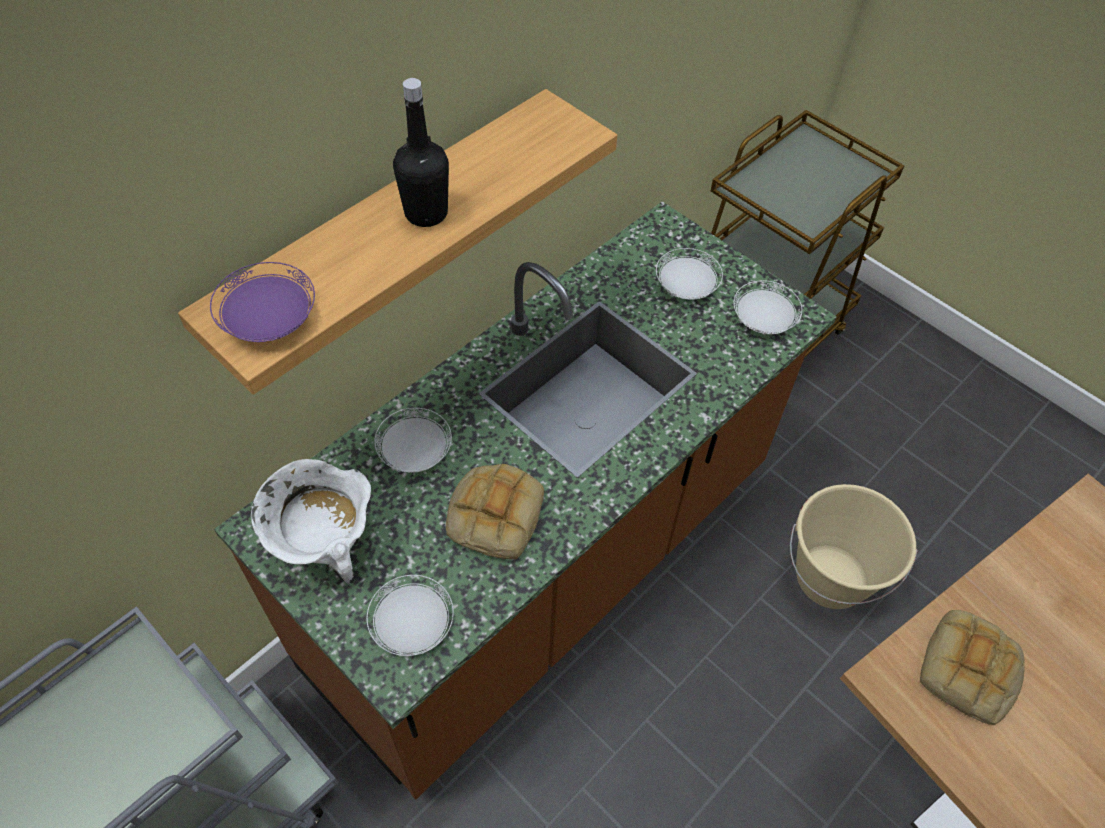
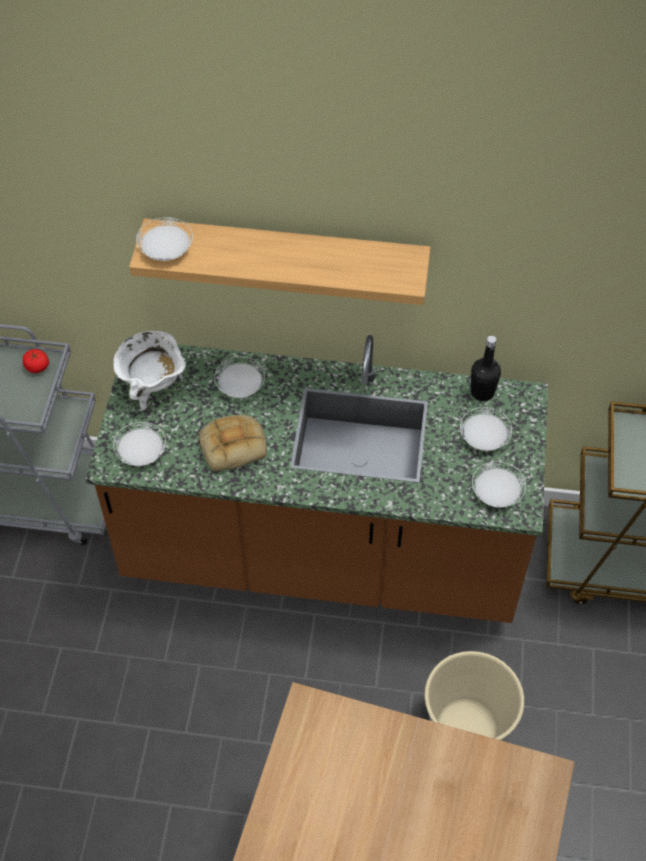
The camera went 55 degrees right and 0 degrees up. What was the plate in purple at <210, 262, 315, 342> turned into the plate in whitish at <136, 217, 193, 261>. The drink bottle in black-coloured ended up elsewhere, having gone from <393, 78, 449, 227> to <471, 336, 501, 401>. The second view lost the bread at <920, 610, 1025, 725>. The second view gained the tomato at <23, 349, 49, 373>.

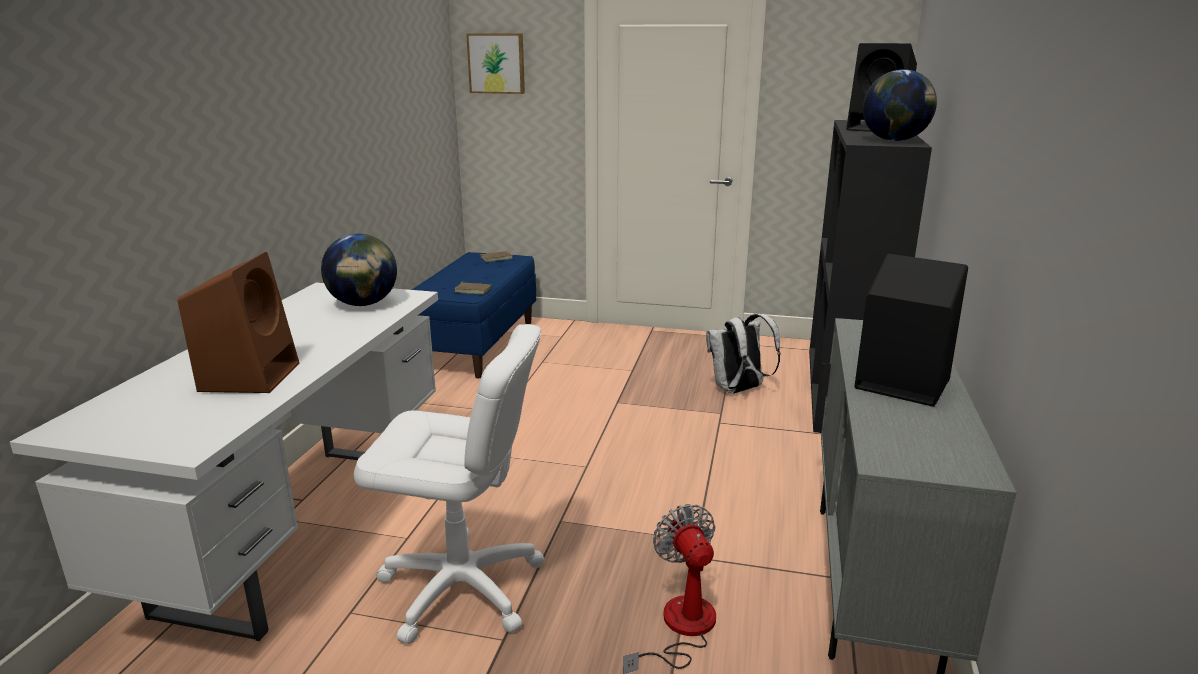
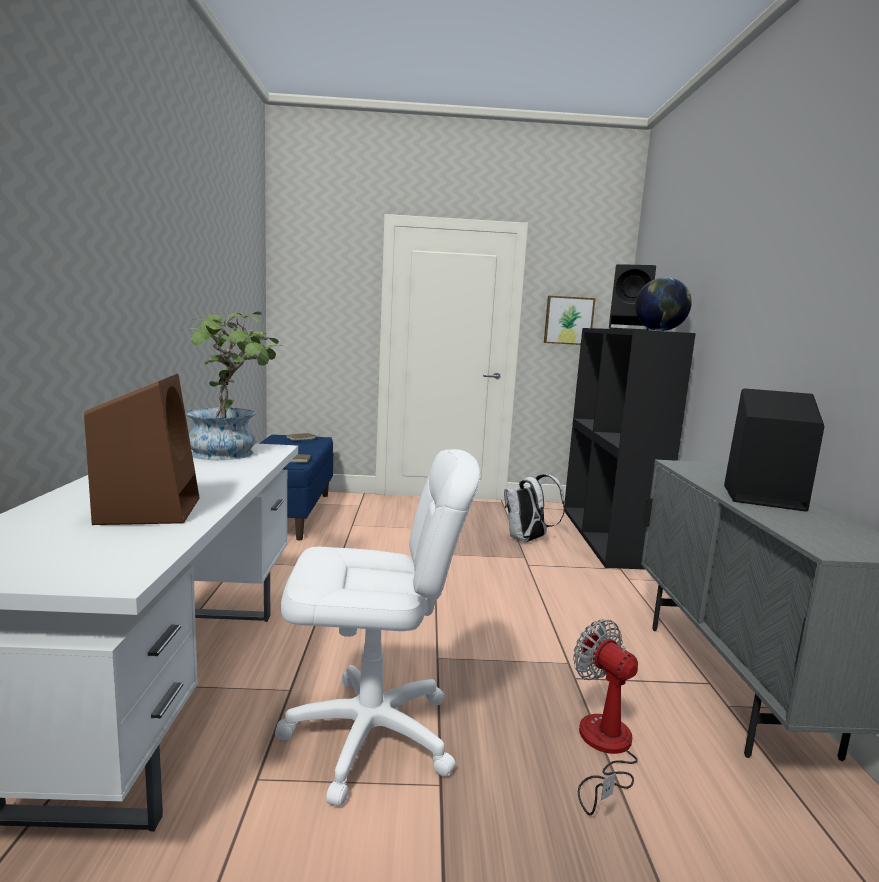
The camera went 15 degrees left and 10 degrees down. Where the world globe stood at <321, 234, 397, 306>, the houseplant came to stand at <182, 312, 282, 460>. The picture ended up elsewhere, having gone from <466, 33, 525, 94> to <544, 296, 595, 345>.

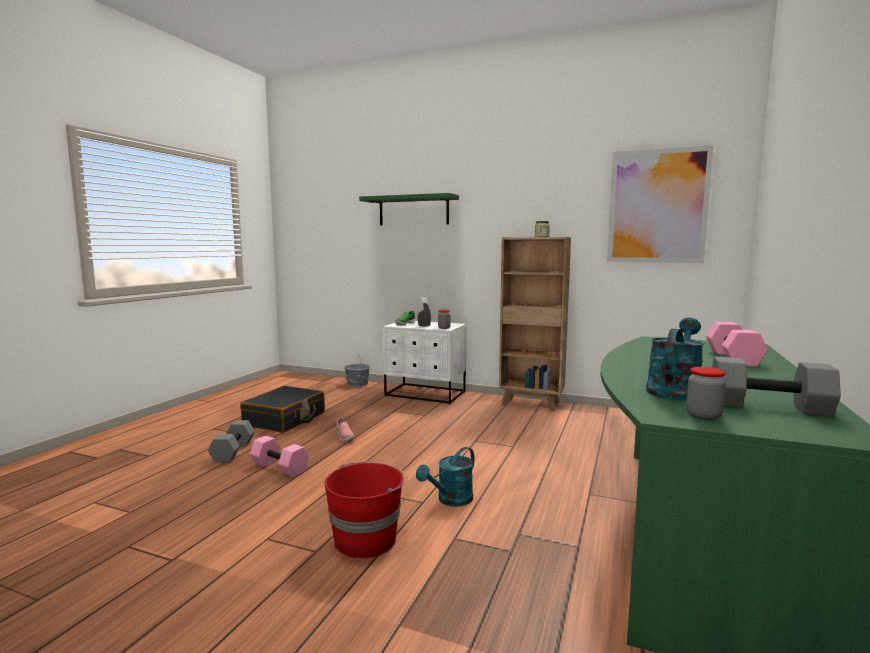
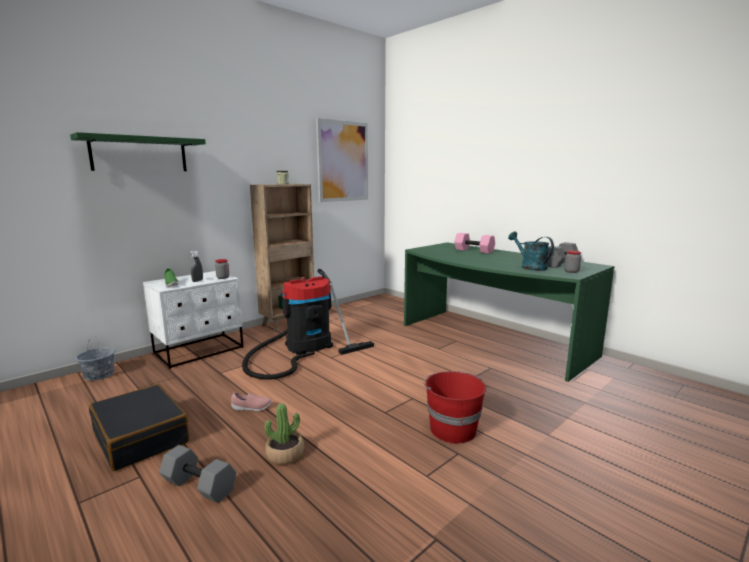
The camera went 65 degrees left and 5 degrees up. Where the hand weight in pink-coloured stood at <250, 436, 309, 477>, the houseplant came to stand at <265, 403, 304, 465>. The second view lost the watering can in turquoise-coloured at <416, 447, 475, 506>. The second view gained the vacuum cleaner at <242, 269, 374, 380>.

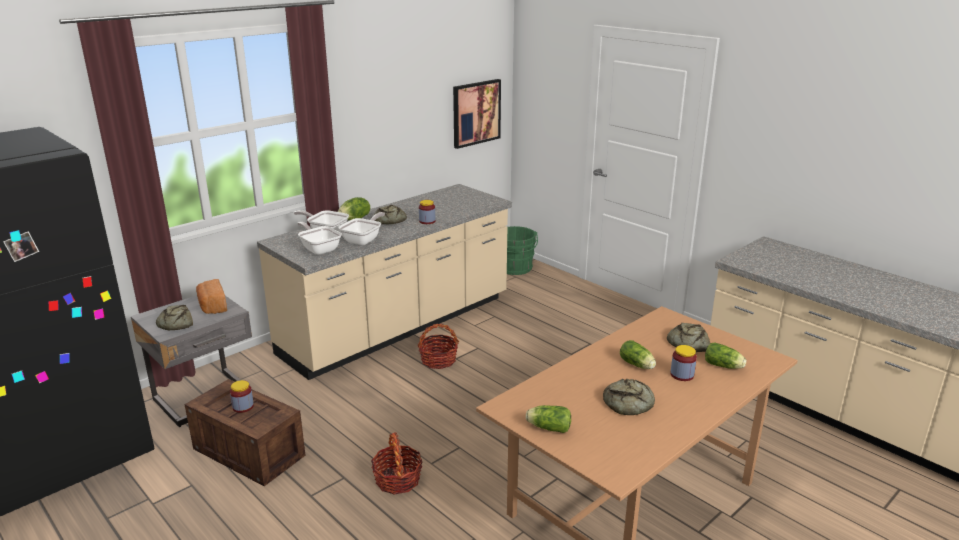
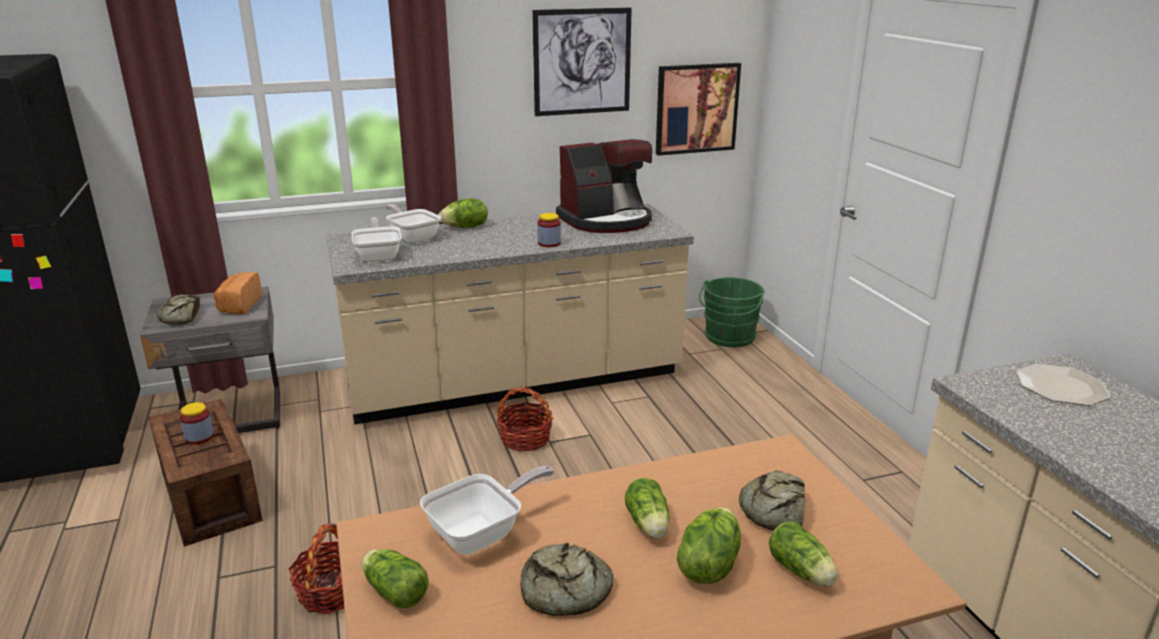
The camera went 25 degrees right and 0 degrees up. The frying pan ended up elsewhere, having gone from <338, 212, 385, 246> to <420, 466, 554, 555>. The second view lost the bread at <374, 205, 407, 224>. Where the jar stood at <670, 345, 697, 381>, the head of lettuce came to stand at <677, 507, 741, 584>. The second view gained the picture at <532, 7, 632, 116>. The second view gained the coffee brewer at <556, 139, 652, 233>. The second view gained the plate at <1016, 364, 1111, 406>.

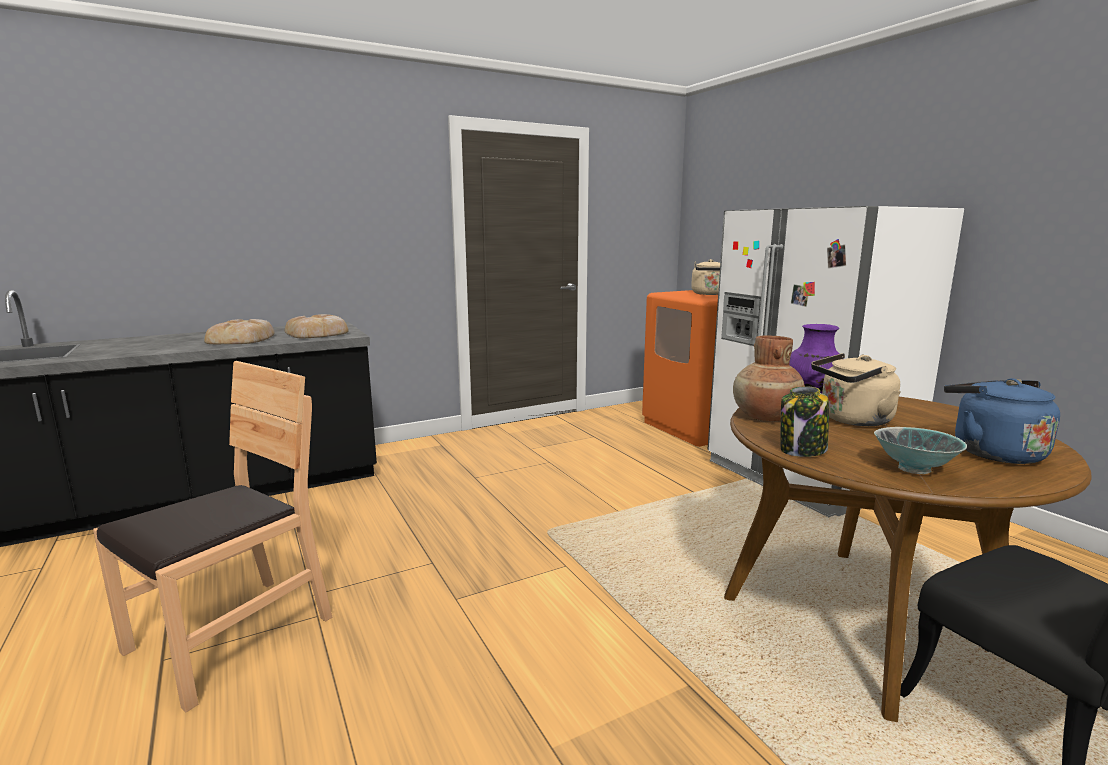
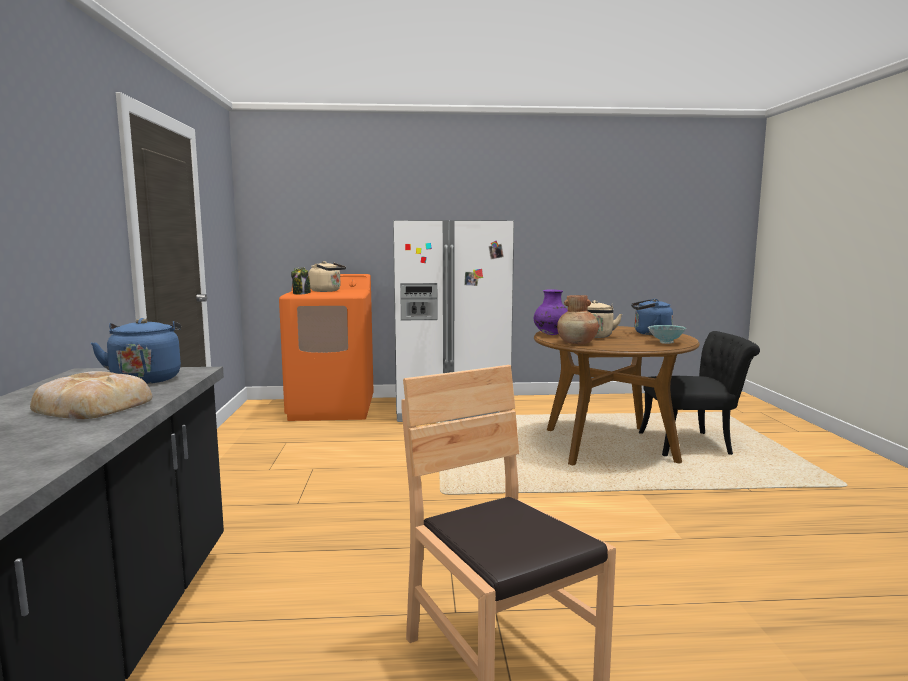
The camera went 65 degrees left and 5 degrees down. Where the bread stood at <285, 314, 349, 338>, the water kettle in bluish came to stand at <91, 318, 181, 384>. The jar ended up elsewhere, having gone from <781, 386, 829, 457> to <291, 267, 311, 295>.

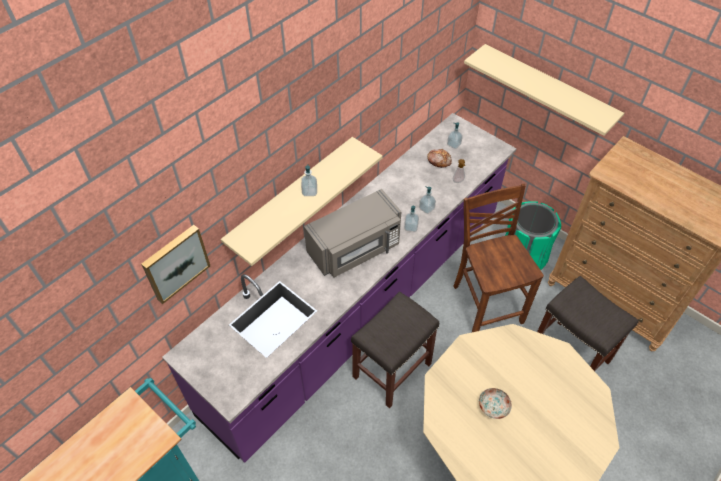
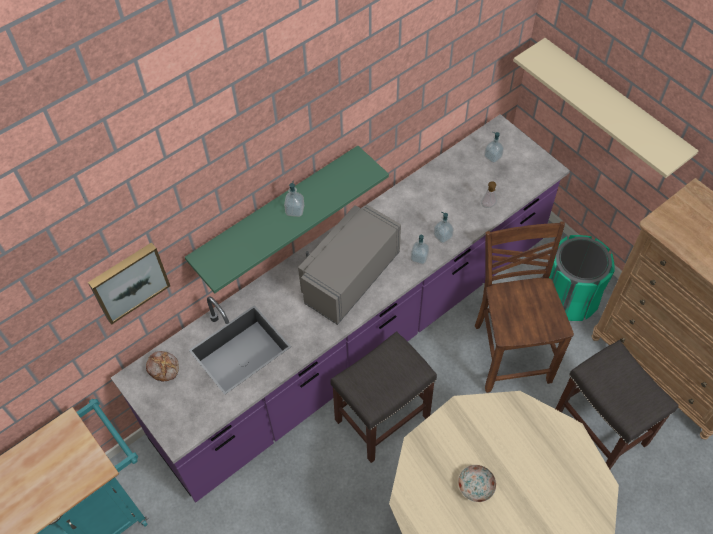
The camera went 10 degrees right and 5 degrees up. What was the bracket shelf in beige at <221, 137, 383, 266> turned into the bracket shelf in green at <185, 146, 389, 293>. The microwave in greyish at <304, 189, 401, 278> ended up facing another way, 150 degrees clockwise from before. The bread ended up elsewhere, having gone from <427, 149, 452, 168> to <146, 351, 179, 382>.

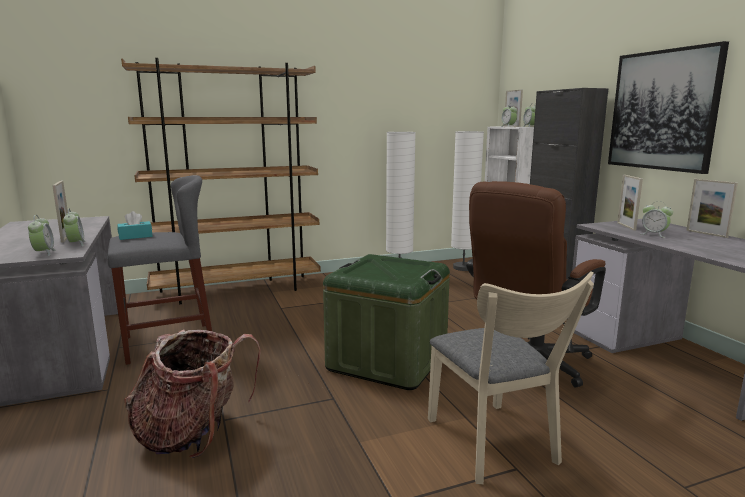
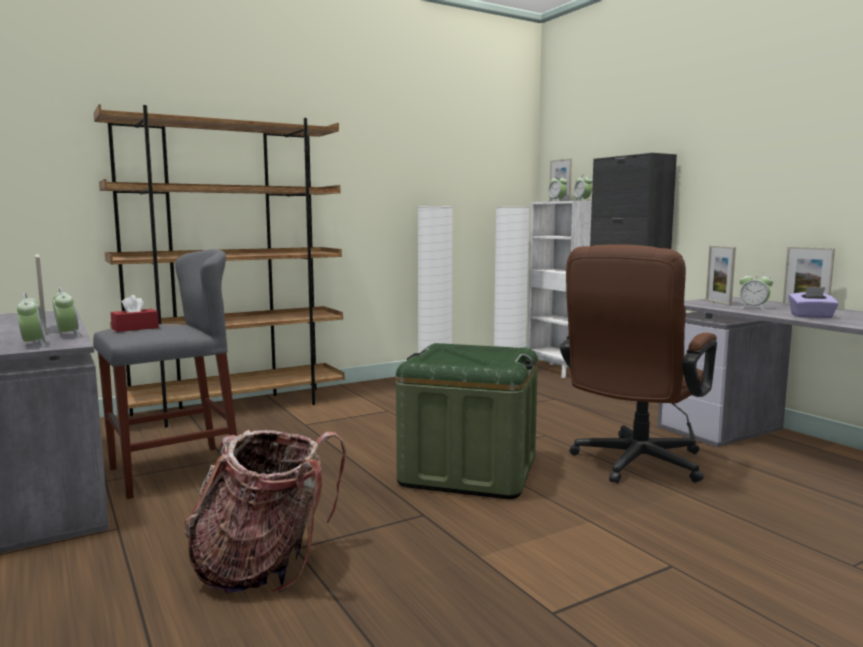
The camera went 10 degrees left and 5 degrees down. What was the tissue box in turquoise-coloured at <117, 211, 153, 240> turned into the tissue box in reddish at <111, 295, 159, 332>. The second view lost the chair in beige at <428, 271, 594, 484>. The second view lost the picture at <608, 41, 729, 174>. The second view gained the tissue box in purple at <789, 287, 839, 318>.

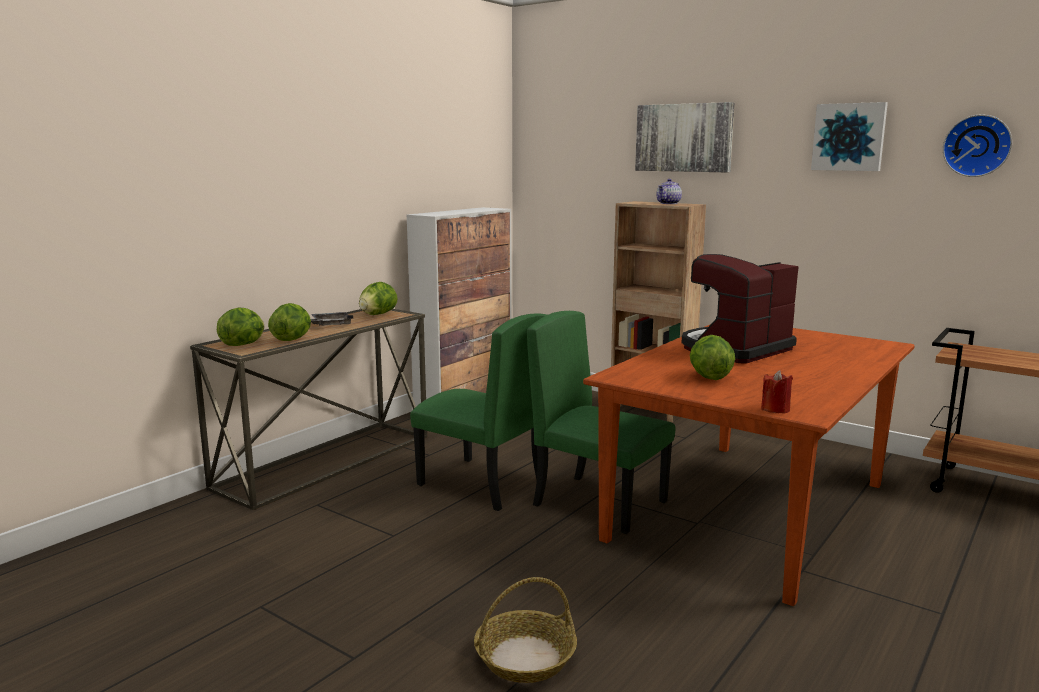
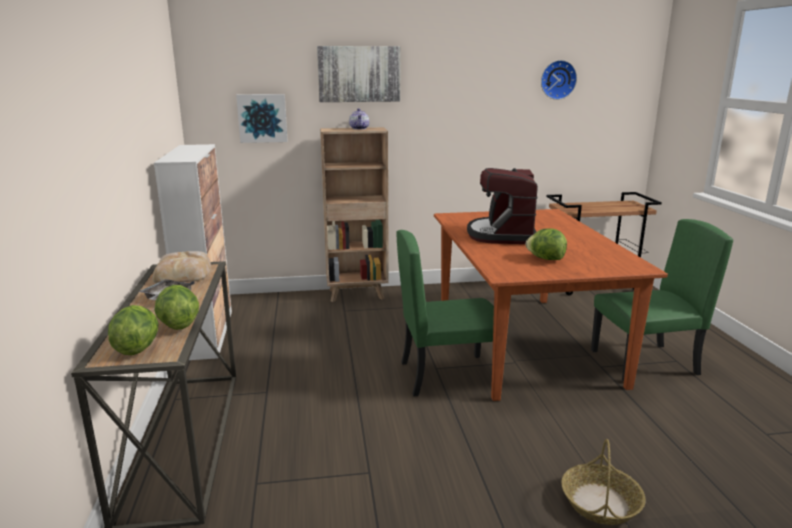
The camera went 45 degrees left and 5 degrees up. Where the head of lettuce stood at <359, 282, 398, 315>, the bread came to stand at <152, 251, 211, 283>. The chair in green ended up elsewhere, having gone from <410, 313, 547, 511> to <591, 219, 733, 381>. The second view lost the wax light in reddish at <761, 370, 793, 414>. The picture ended up elsewhere, having gone from <811, 102, 888, 171> to <236, 94, 288, 143>.

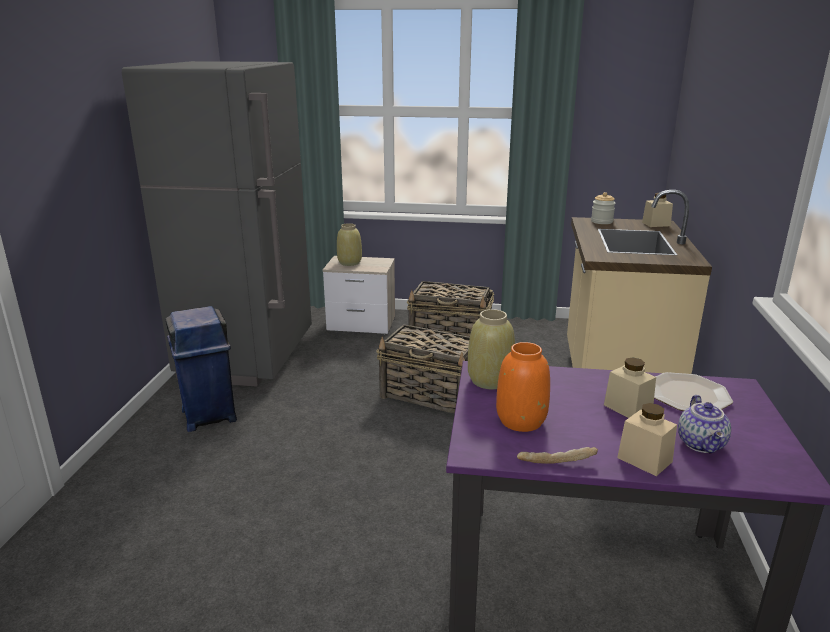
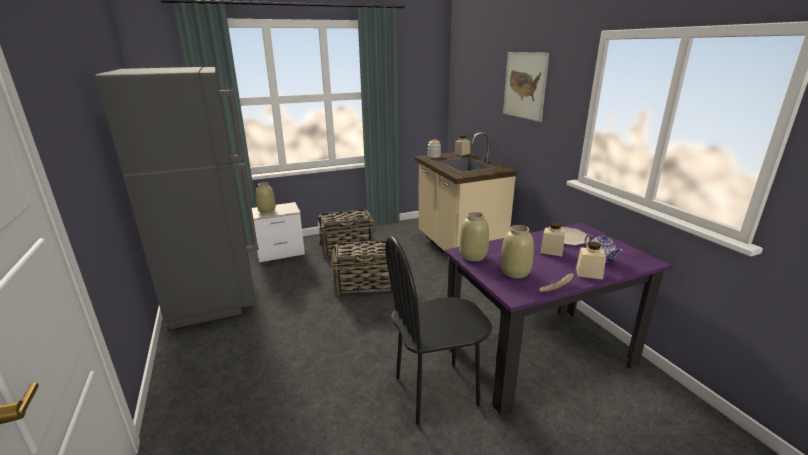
The camera went 30 degrees left and 0 degrees up. The second view lost the rubbish bin in bluish at <165, 306, 237, 432>. What was the decorative vase in orange-coloured at <496, 342, 550, 432> turned into the decorative vase in beige at <500, 225, 534, 278>. The second view gained the chair in black-coloured at <385, 236, 492, 425>. The second view gained the picture at <503, 52, 550, 122>.

